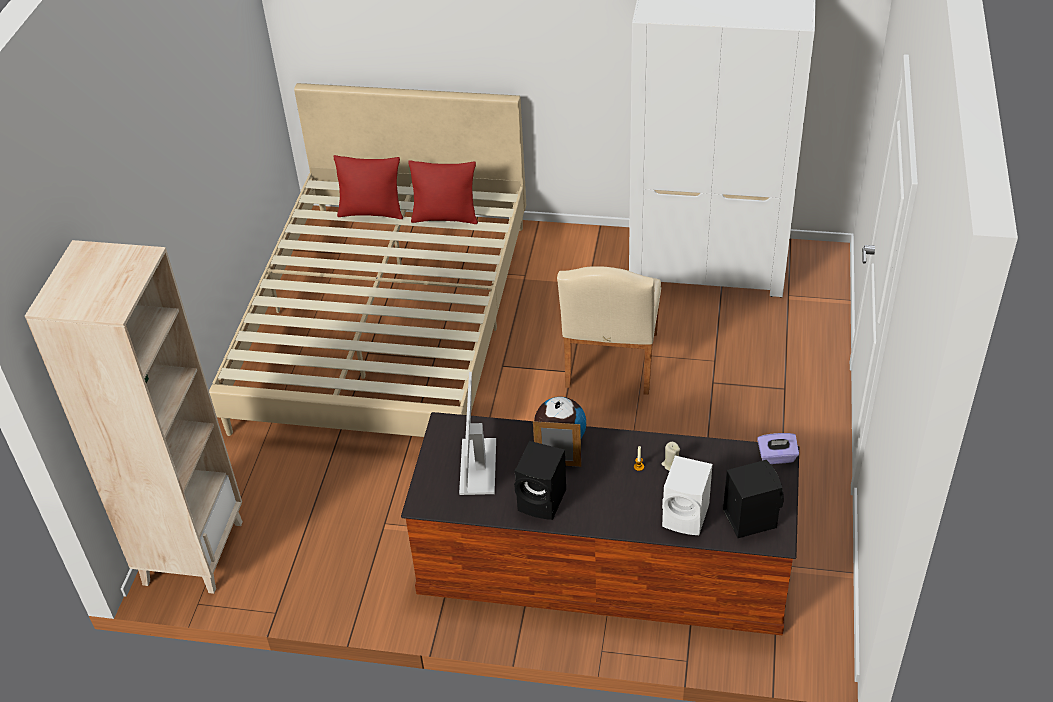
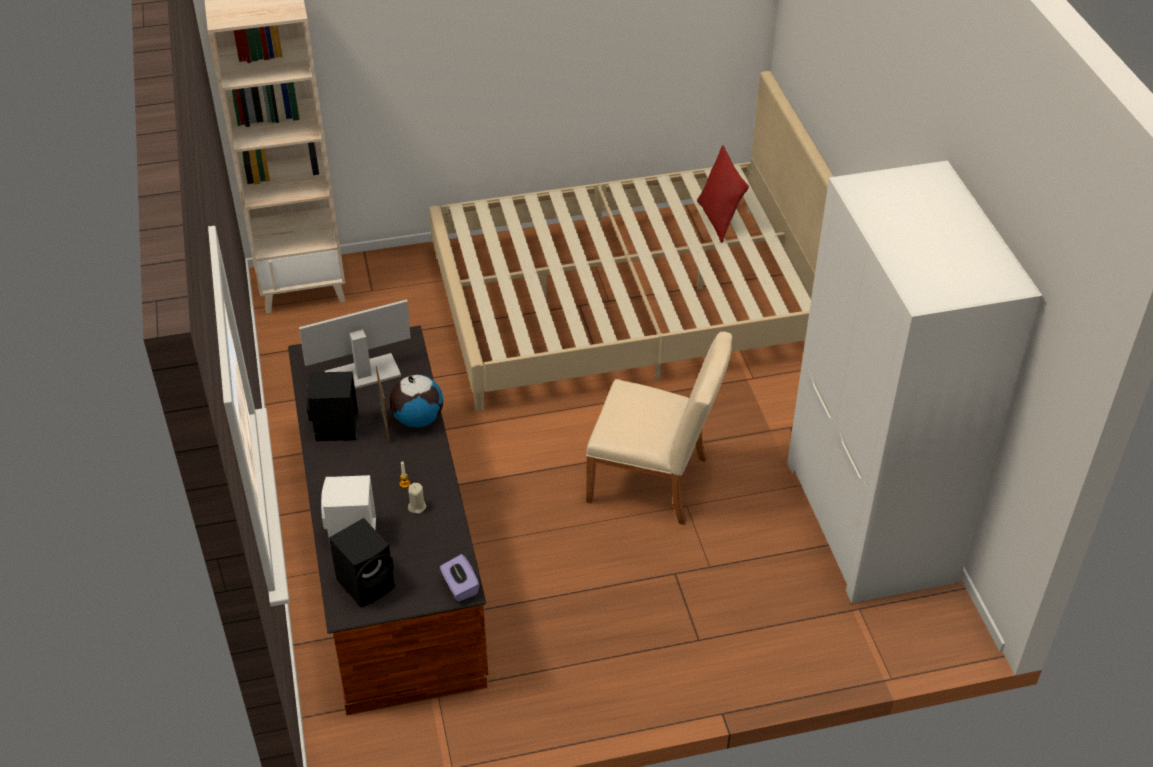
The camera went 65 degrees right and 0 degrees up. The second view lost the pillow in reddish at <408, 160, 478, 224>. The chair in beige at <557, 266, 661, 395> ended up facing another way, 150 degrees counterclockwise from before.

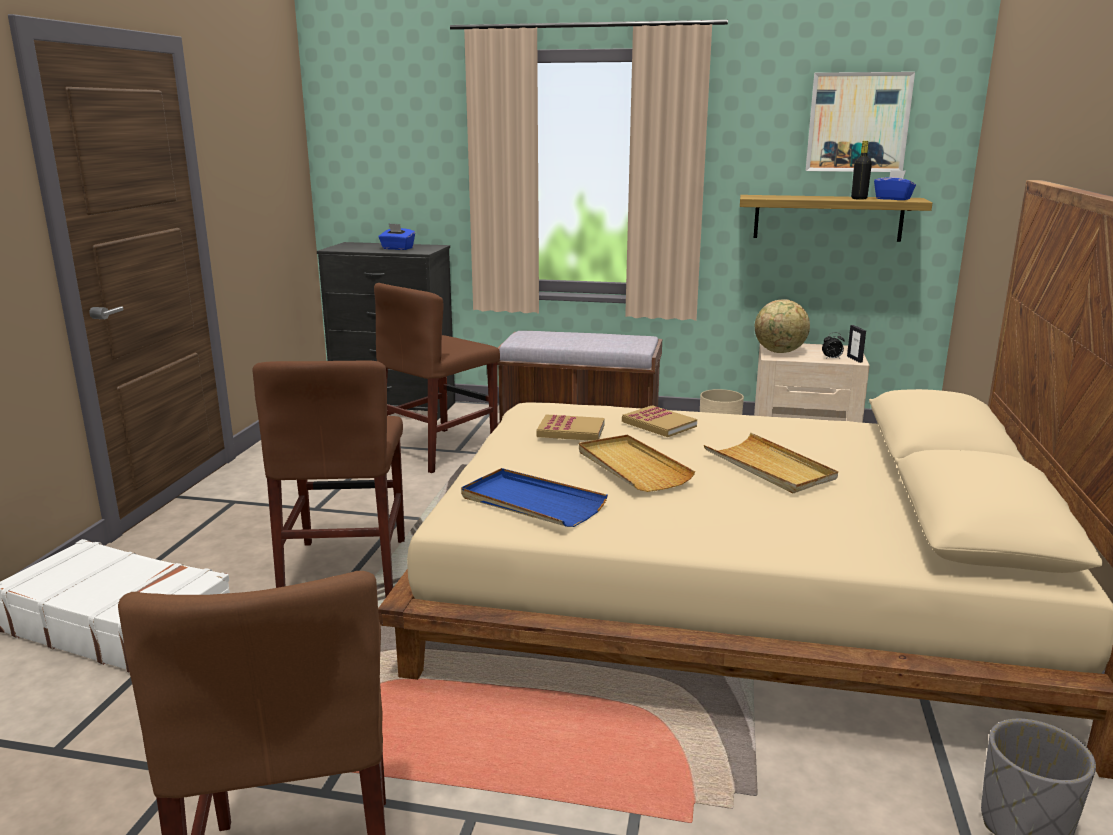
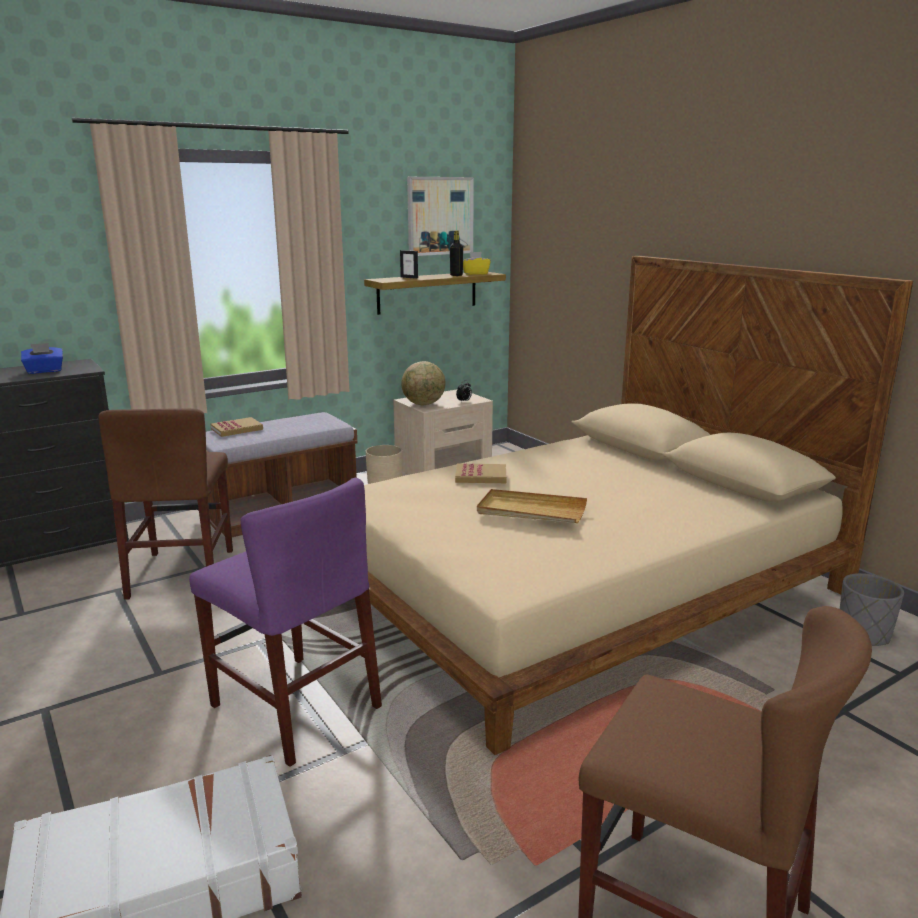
The camera went 45 degrees left and 0 degrees up. What was the chair in brownish at <252, 360, 405, 597> turned into the chair in purple at <189, 478, 382, 767>. The second view lost the serving tray in bluish at <461, 468, 608, 527>. The volume ended up elsewhere, having gone from <537, 414, 605, 441> to <211, 417, 263, 437>. The second view lost the serving tray in beige at <704, 433, 838, 493>. The picture frame ended up elsewhere, having gone from <847, 325, 866, 363> to <400, 250, 418, 279>. What was the tissue box in bluish at <874, 170, 916, 200> turned into the tissue box in yellow-coloured at <463, 252, 491, 275>.

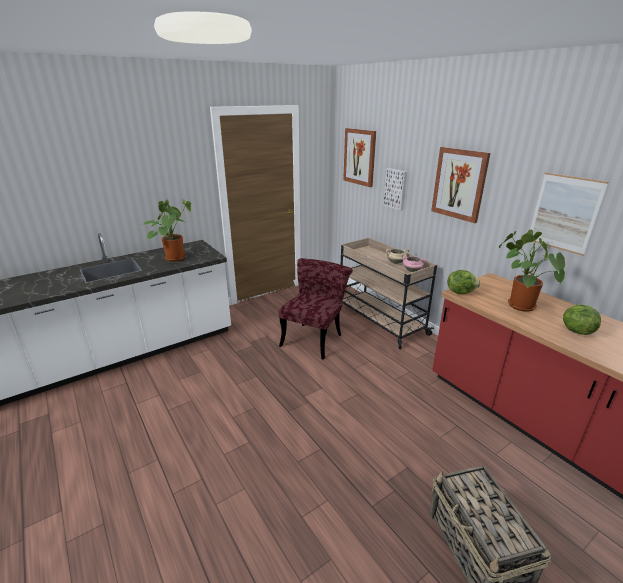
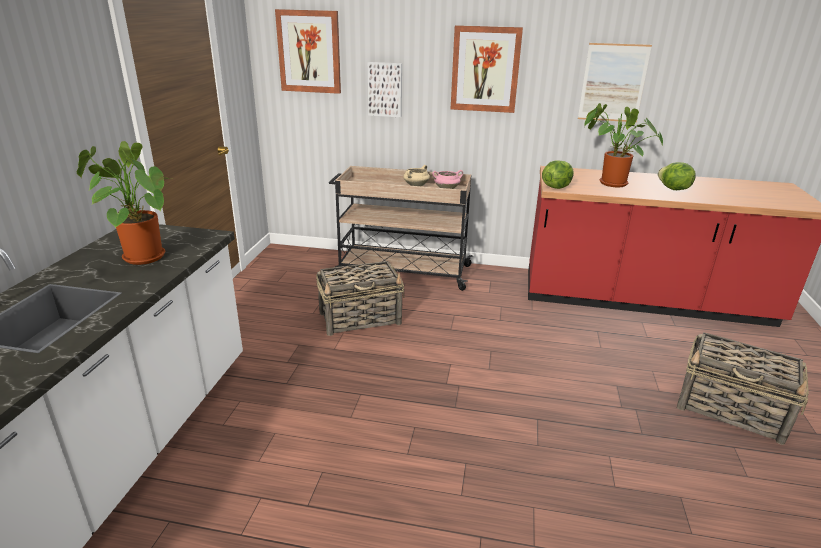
The camera went 45 degrees left and 0 degrees up. Where the chair in reddish stood at <279, 258, 353, 360>, the basket came to stand at <316, 261, 404, 336>.

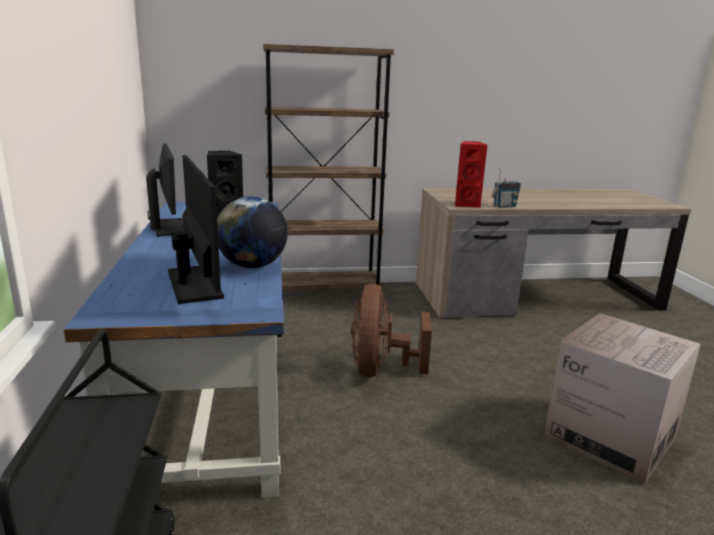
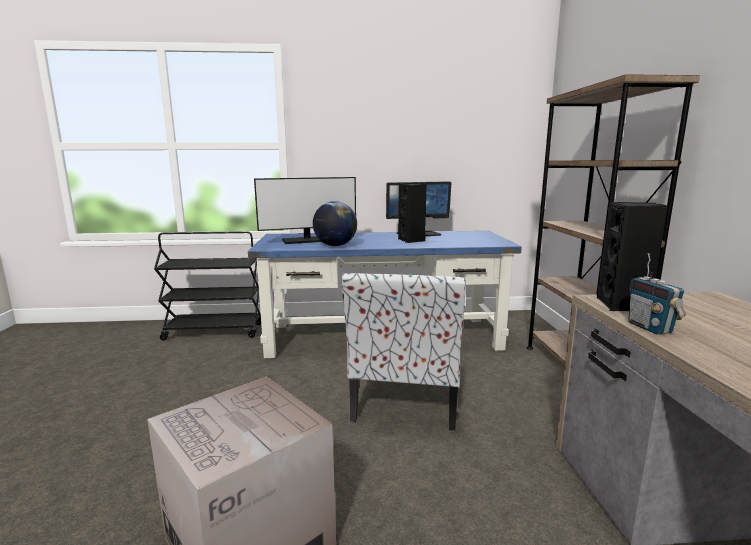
The camera went 95 degrees right and 5 degrees down. Where the electric fan in brownish stood at <351, 284, 432, 377>, the chair came to stand at <342, 273, 466, 431>. What was the loudspeaker in reddish at <455, 141, 488, 208> turned into the loudspeaker in black-coloured at <597, 202, 668, 311>.

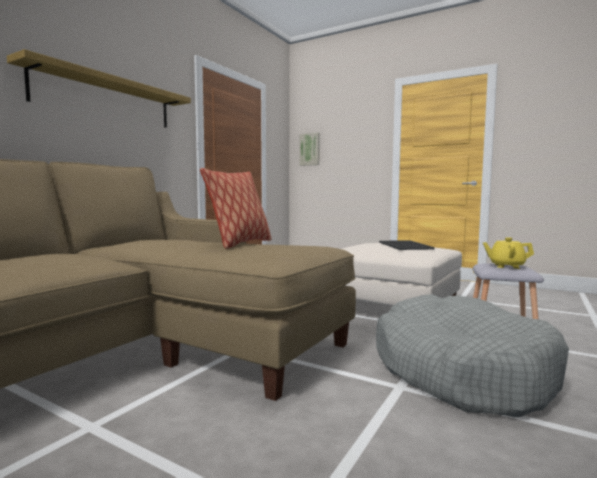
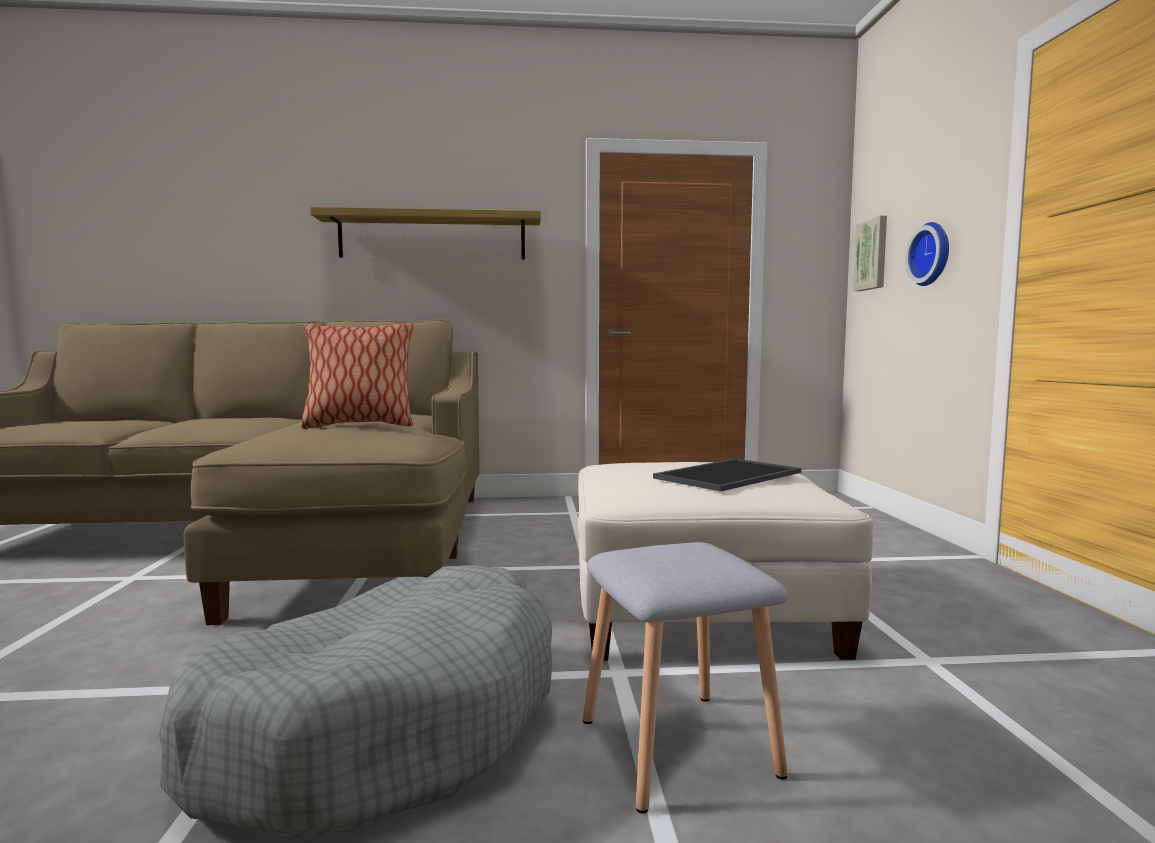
The camera went 55 degrees right and 0 degrees up. The second view lost the pot for tea in yellow-coloured at <483, 237, 534, 269>. The second view gained the clock on the wall at <905, 222, 949, 286>.

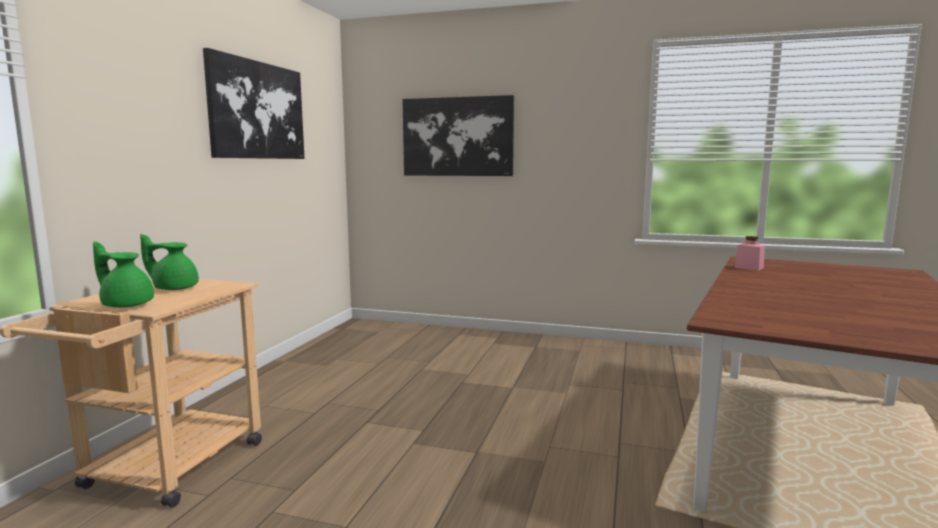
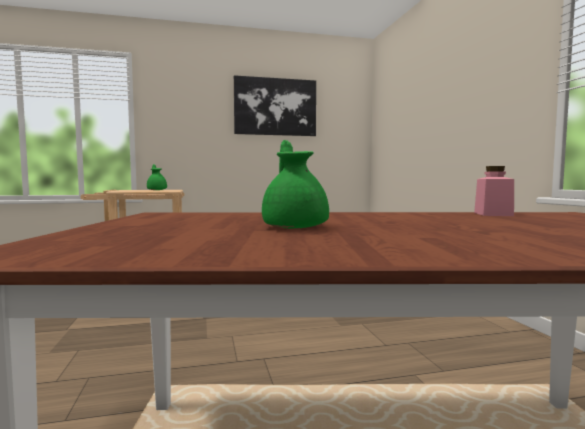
The camera went 60 degrees right and 5 degrees down. The pot for tea in green ended up elsewhere, having gone from <93, 241, 154, 308> to <262, 140, 329, 229>. The second view lost the picture at <403, 95, 514, 176>.

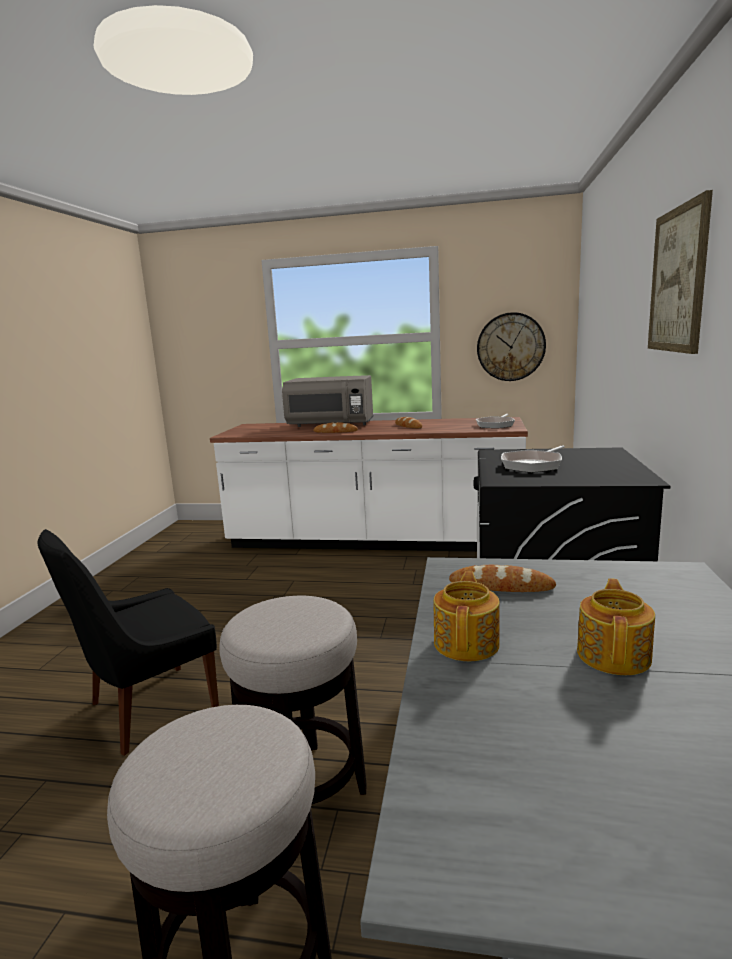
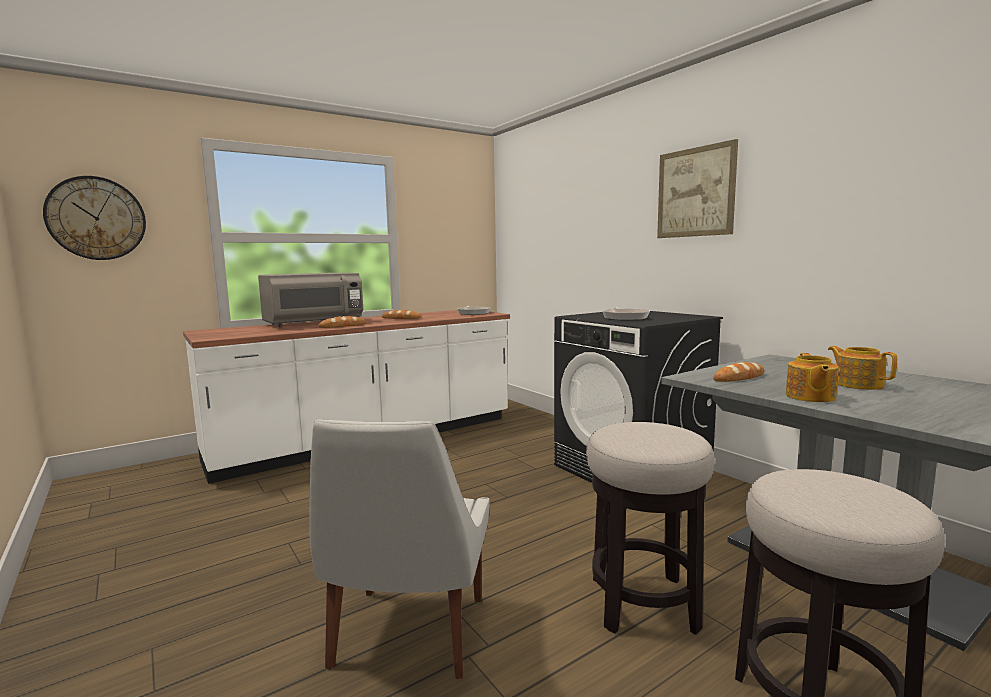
The camera went 45 degrees left and 5 degrees down. What was the chair in black-coloured at <37, 529, 219, 756> turned into the chair in whitish at <309, 419, 490, 679>. The pot for tea at <434, 571, 500, 661> ended up facing another way, 135 degrees counterclockwise from before. The clock on the wall ended up elsewhere, having gone from <477, 312, 546, 381> to <43, 176, 146, 260>.

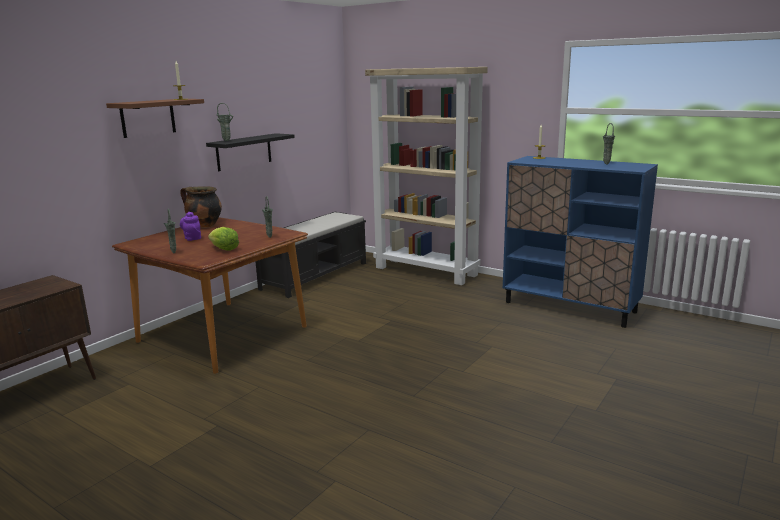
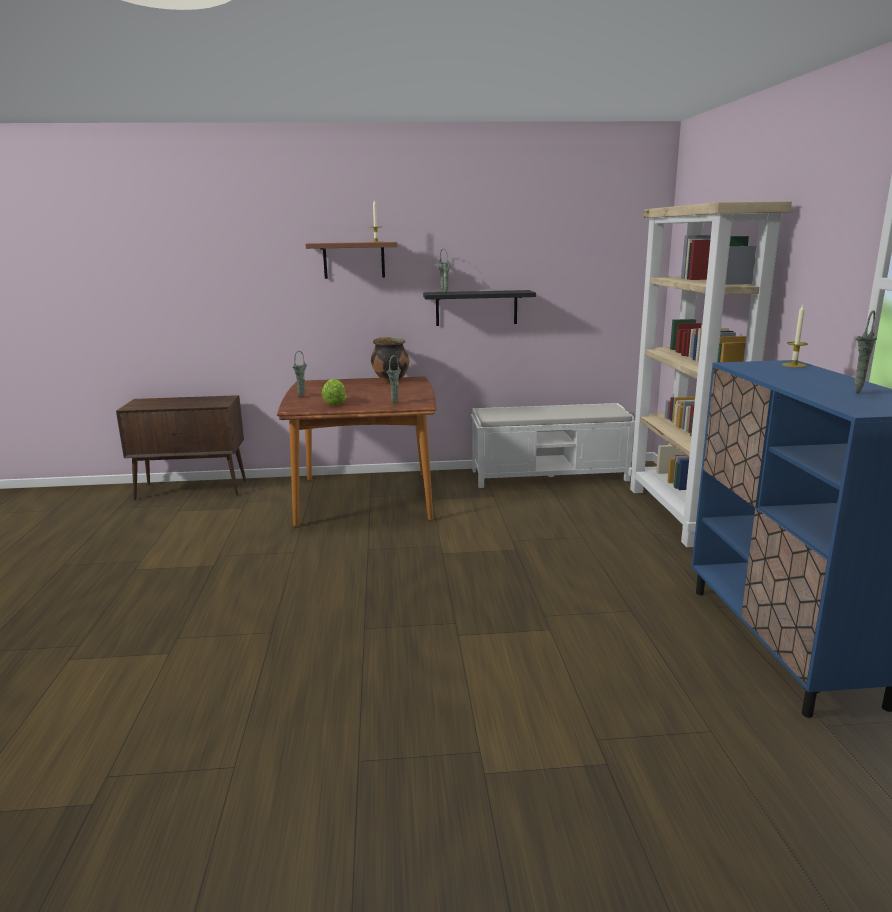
The camera went 50 degrees right and 0 degrees up. The second view lost the pot for tea in purple at <180, 212, 201, 241>. What was the indoor bench in black-coloured at <255, 212, 366, 298> turned into the indoor bench in whitish at <471, 403, 635, 488>.

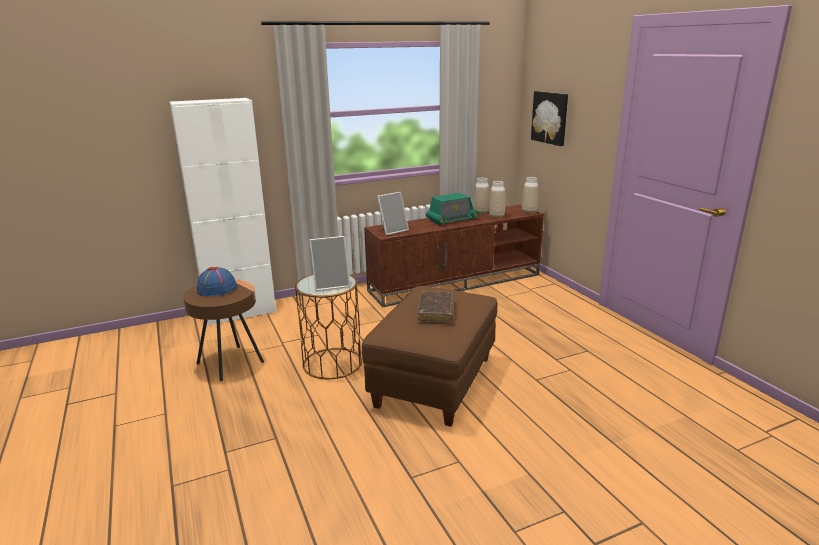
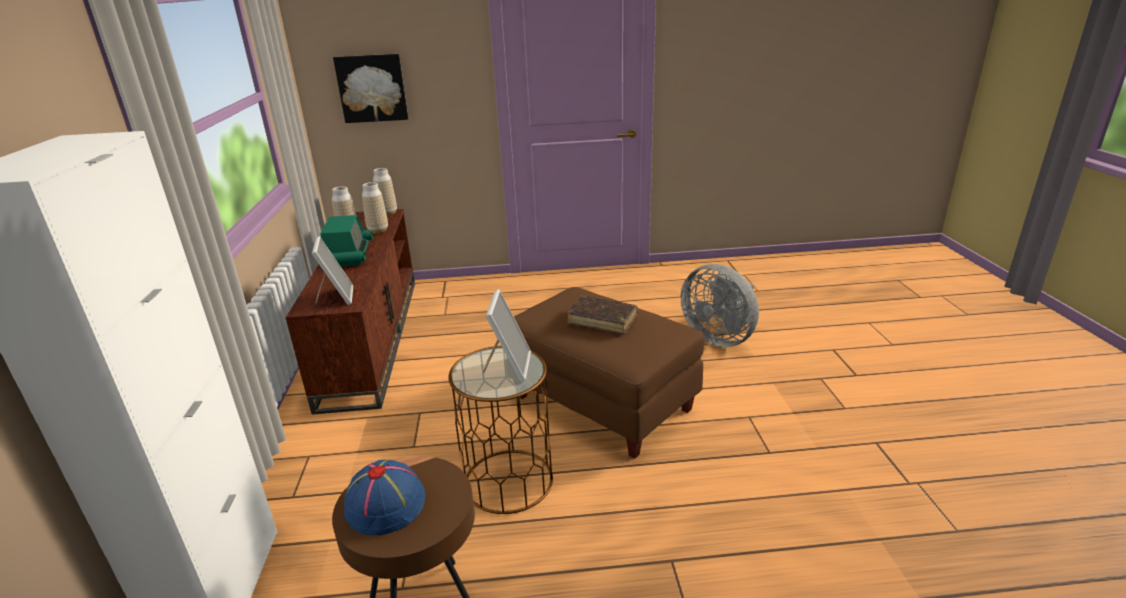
The camera went 70 degrees left and 5 degrees up. The second view gained the electric fan in greyish at <681, 264, 759, 347>.

